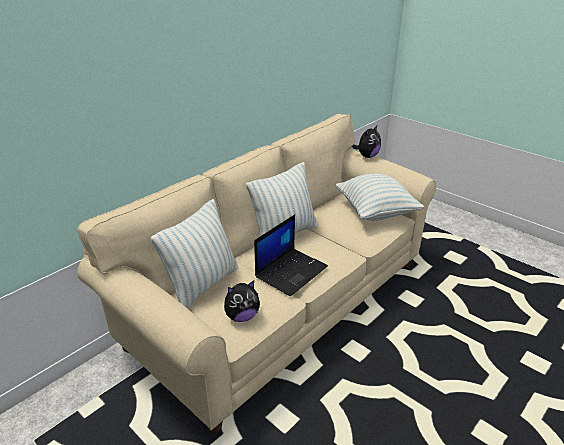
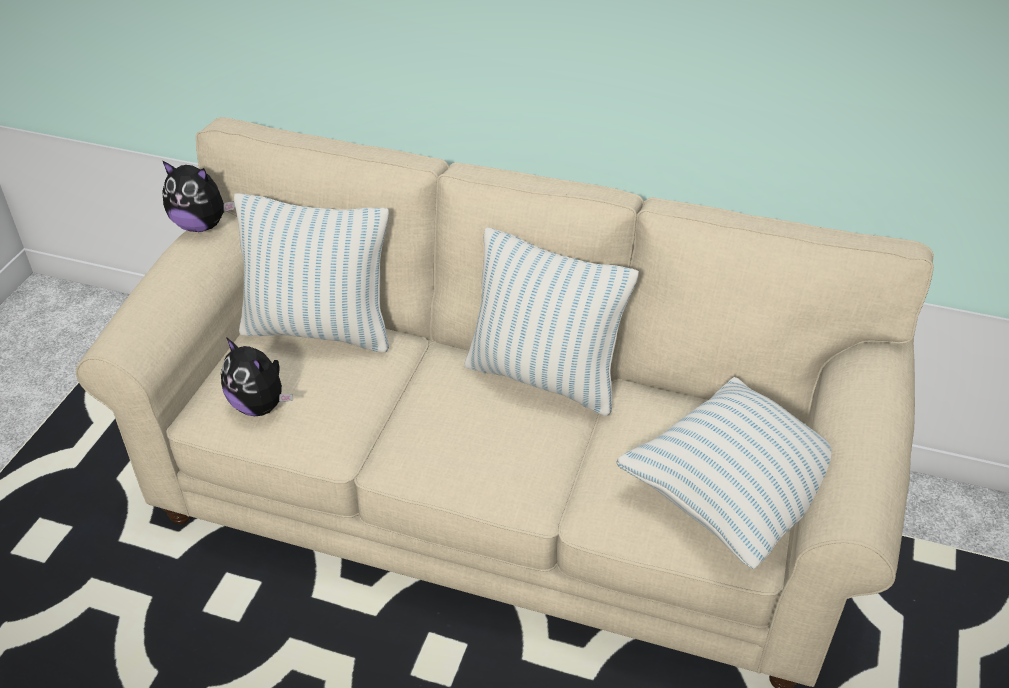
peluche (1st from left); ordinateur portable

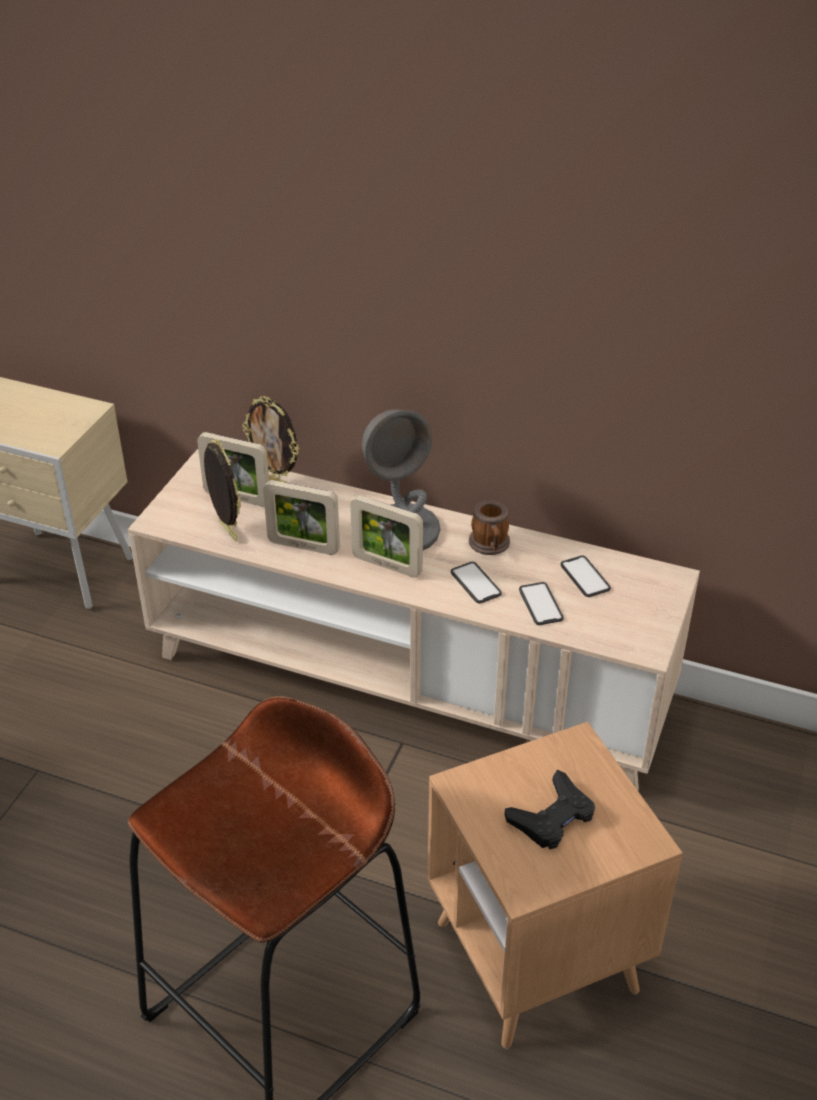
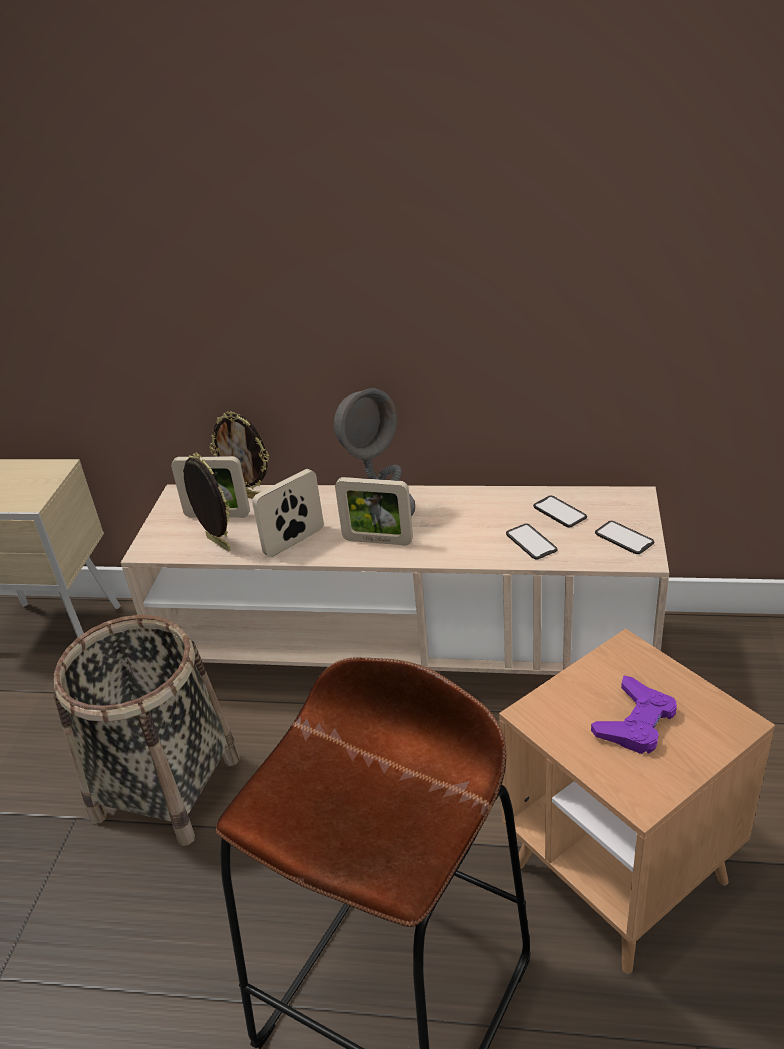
cadre photo (4th from left); mug; téléphone (3rd from left); manette/violet; panier

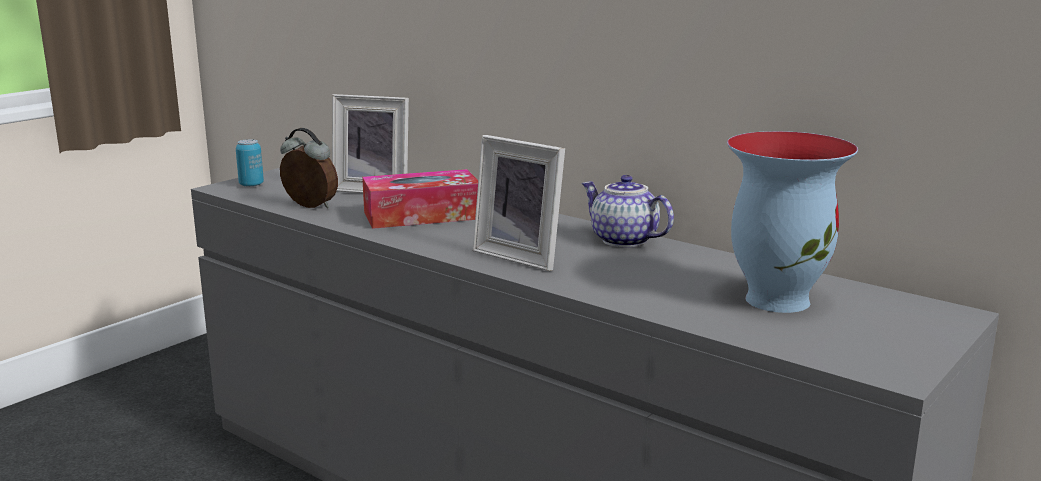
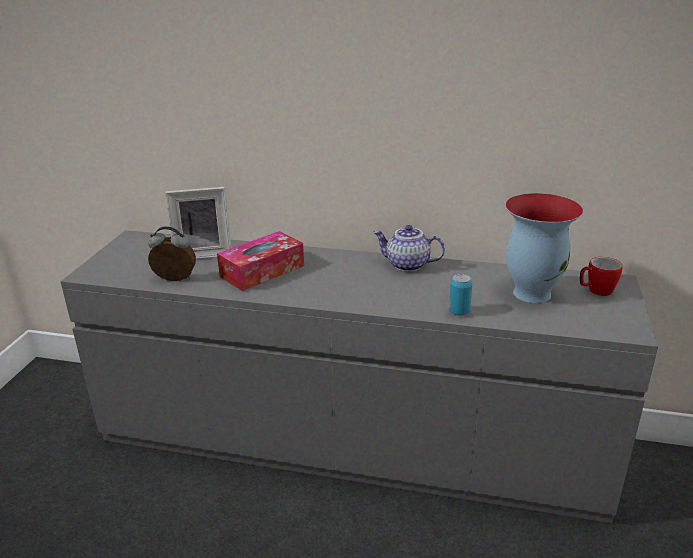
cadre photo (2nd from left in the first image); boîte métallique; mug

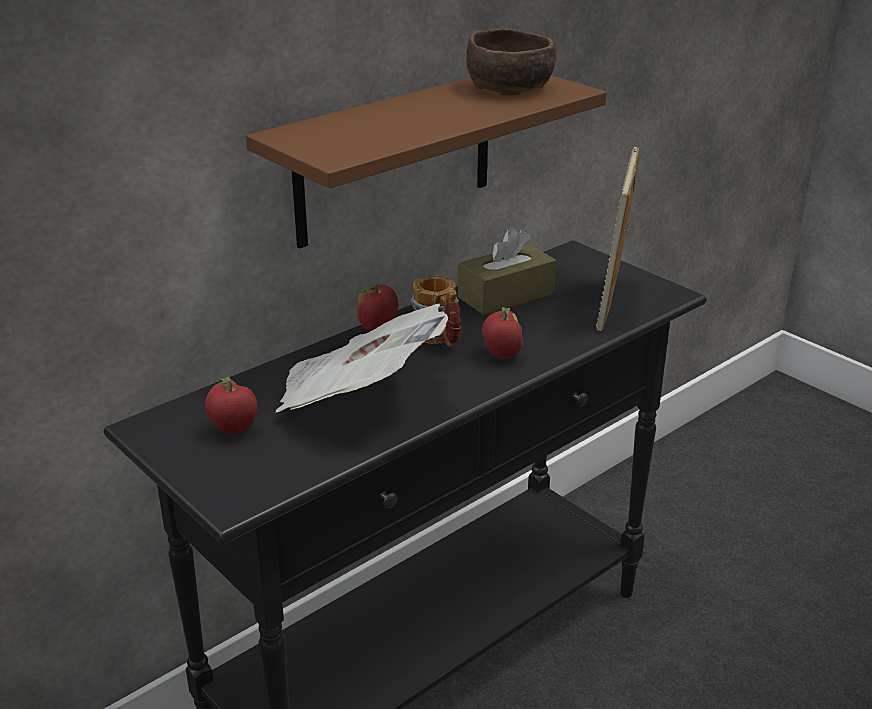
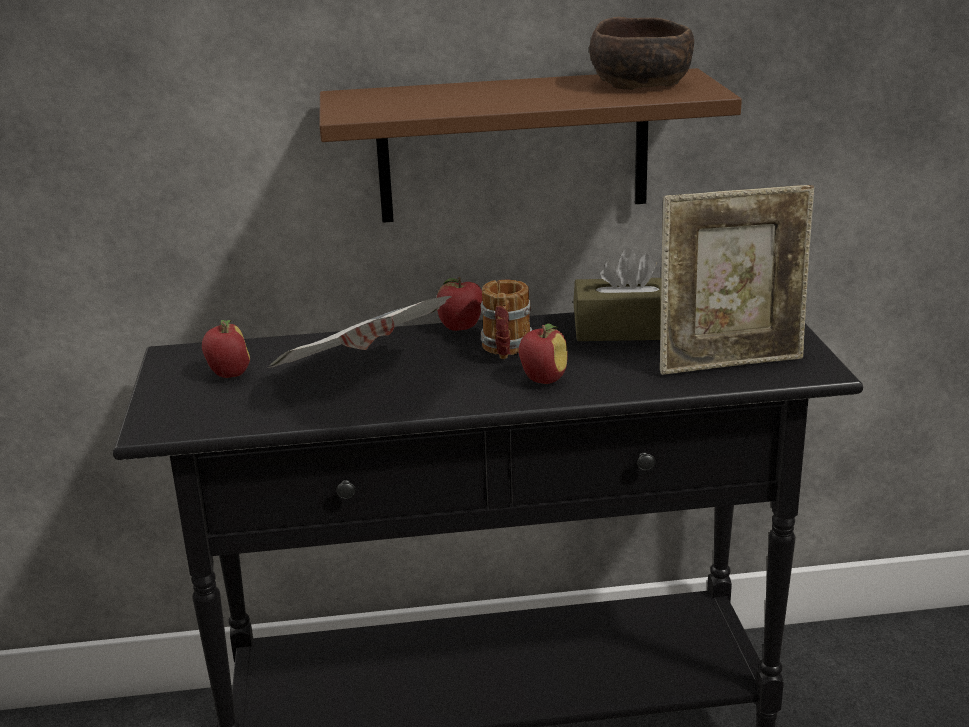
cadre photo

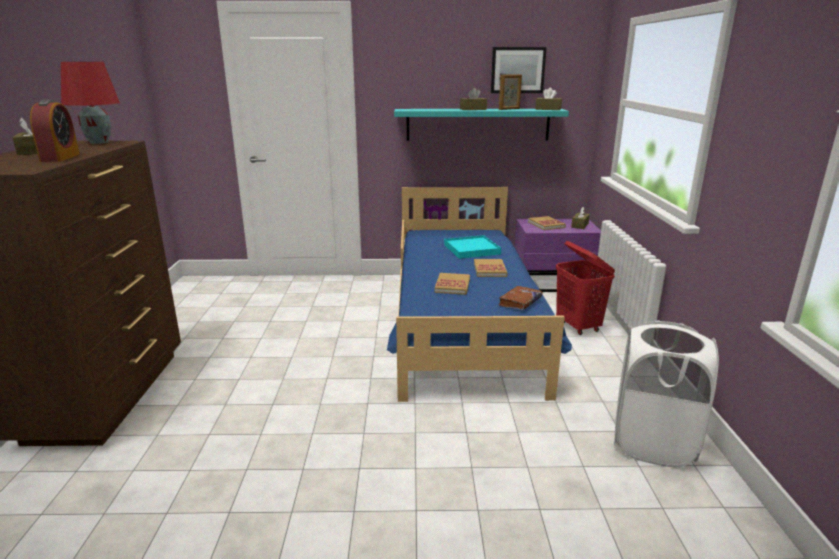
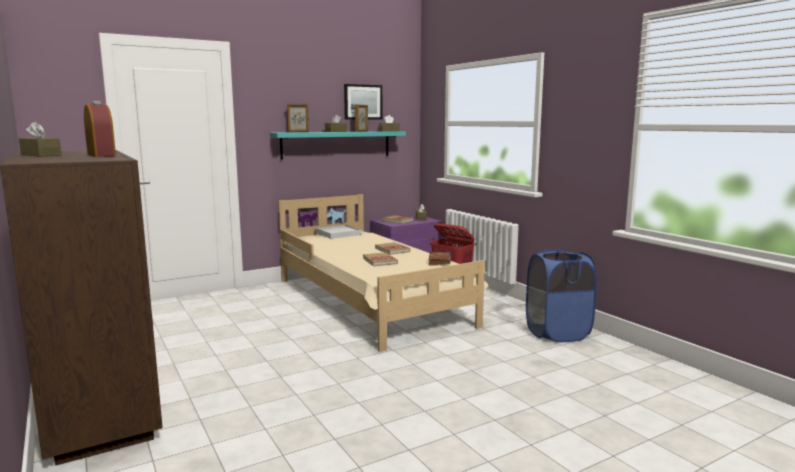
lampe de table/rouge; lit/beige; plateau/turquoise; panier à linge/bleu; cadre photo (1st from left); plateau/blanc

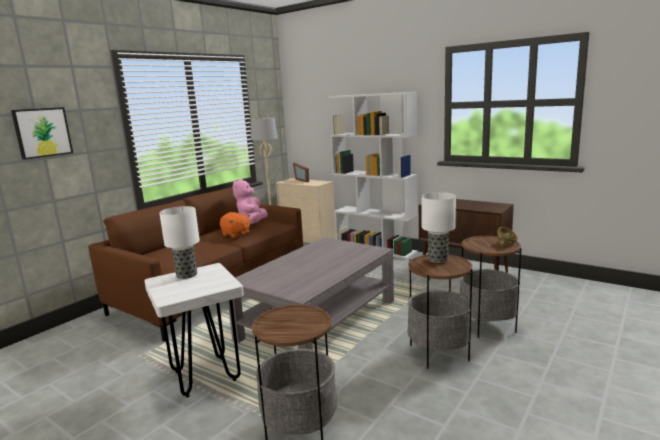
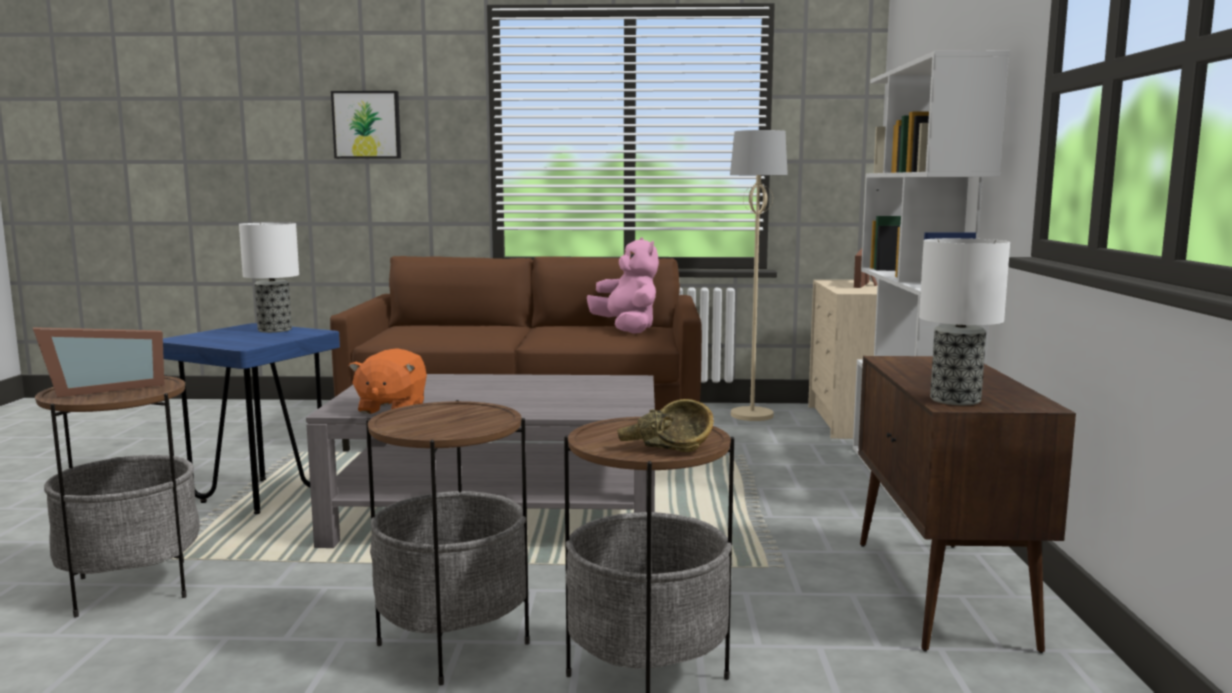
peluche/rose; lampe de table (2nd from left); peluche/orange; tabouret/bleu; cadre photo (1st from left)

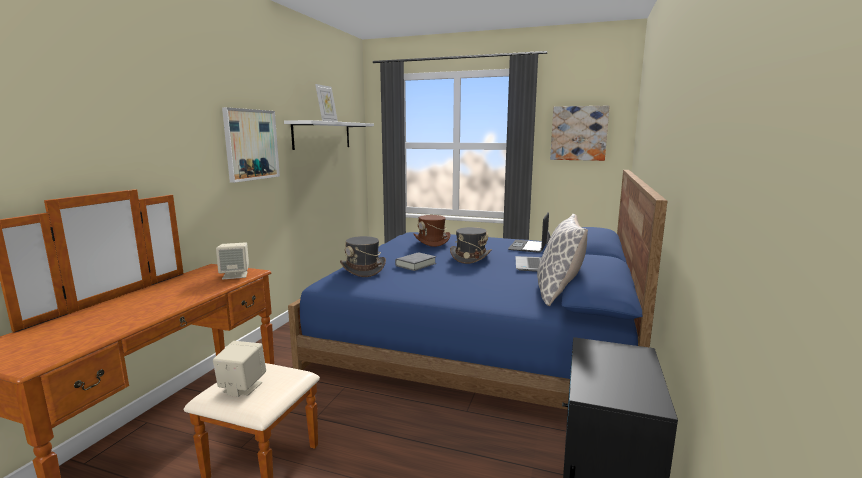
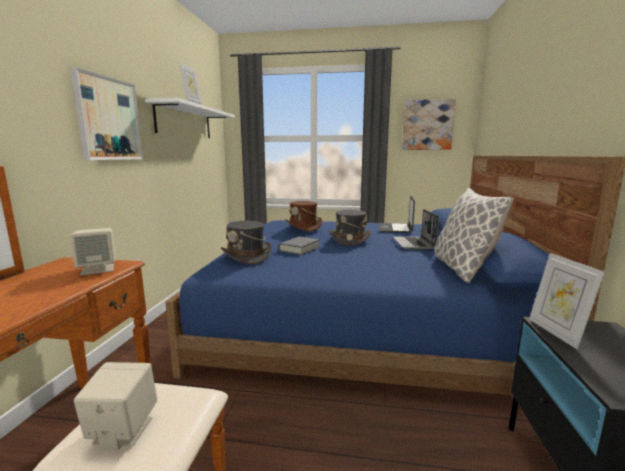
cadre photo (2nd from left)

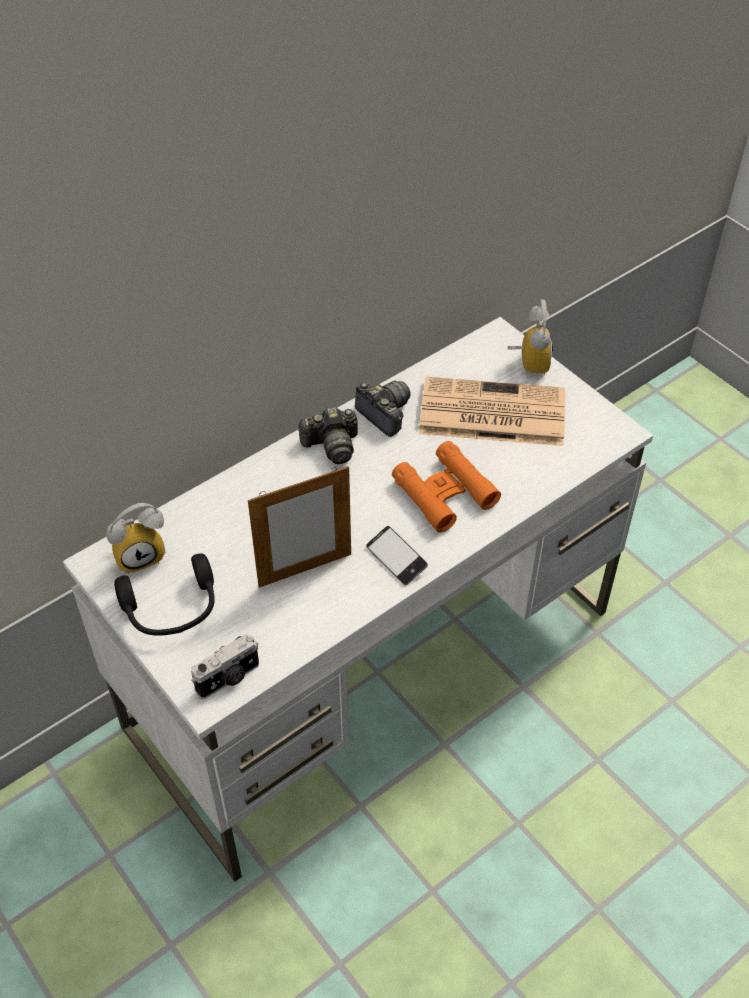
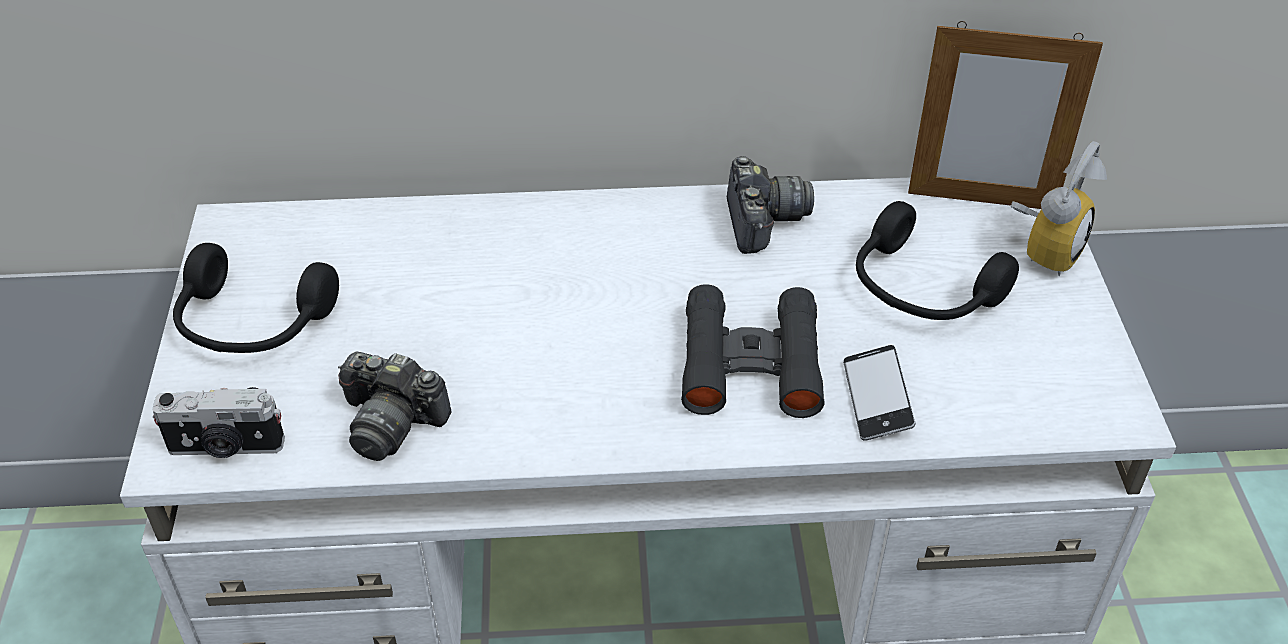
casque audio/noir (2nd from left); appareil photo (2nd from left); jumelles/noir; cadre photo; réveil (1st from left in the first image); téléphone

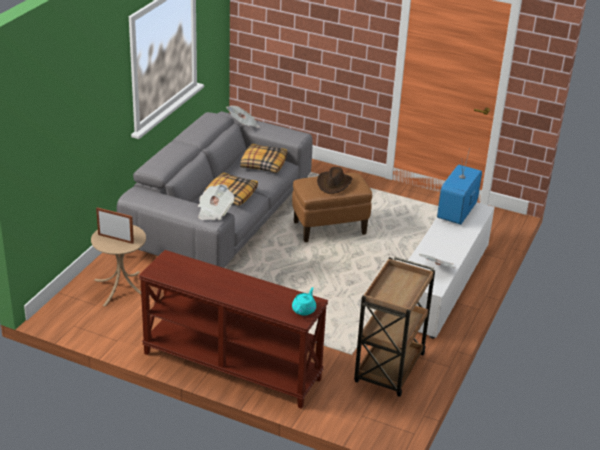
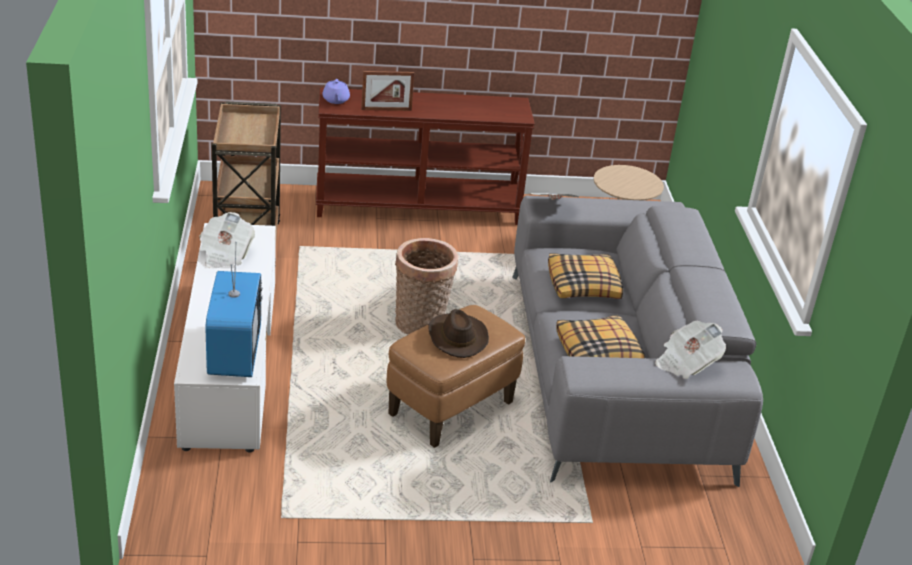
cadre photo; théière/violet; panier

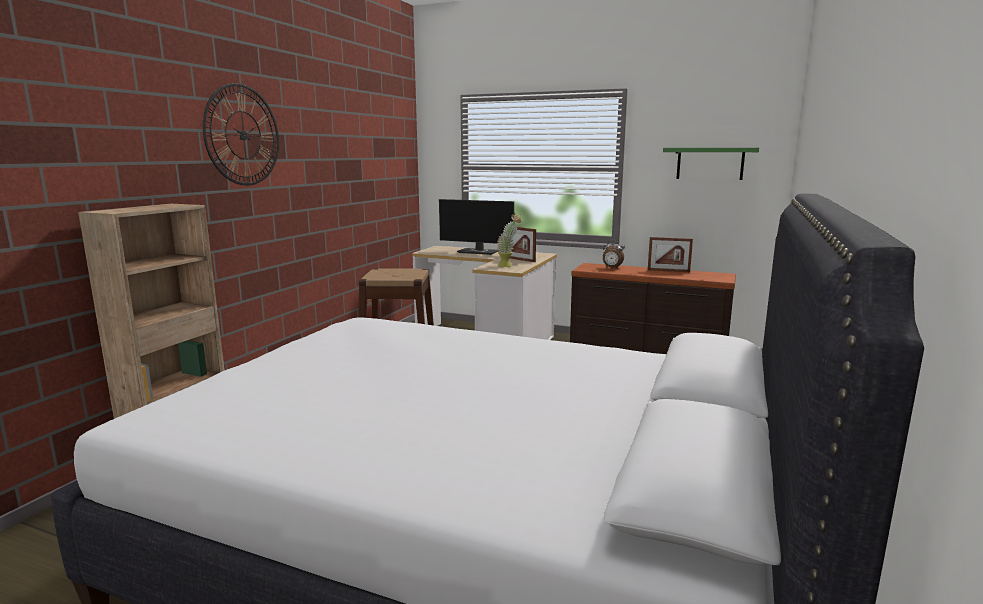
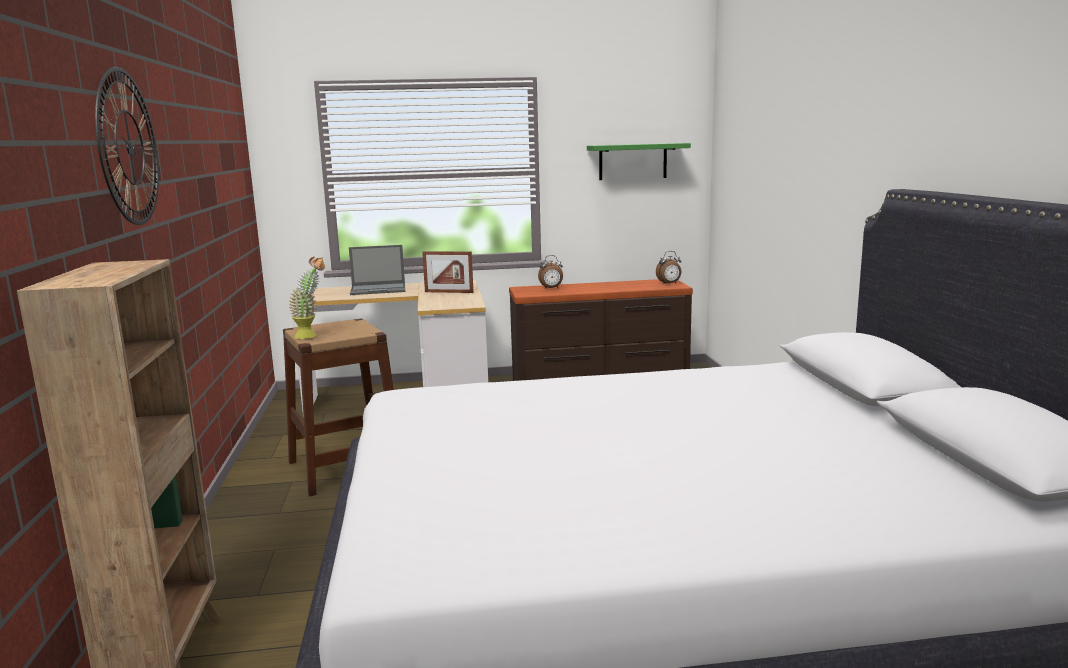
ordinateur portable; plante en pot; cadre photo (2nd from left in the first image); réveil (2nd from left)

